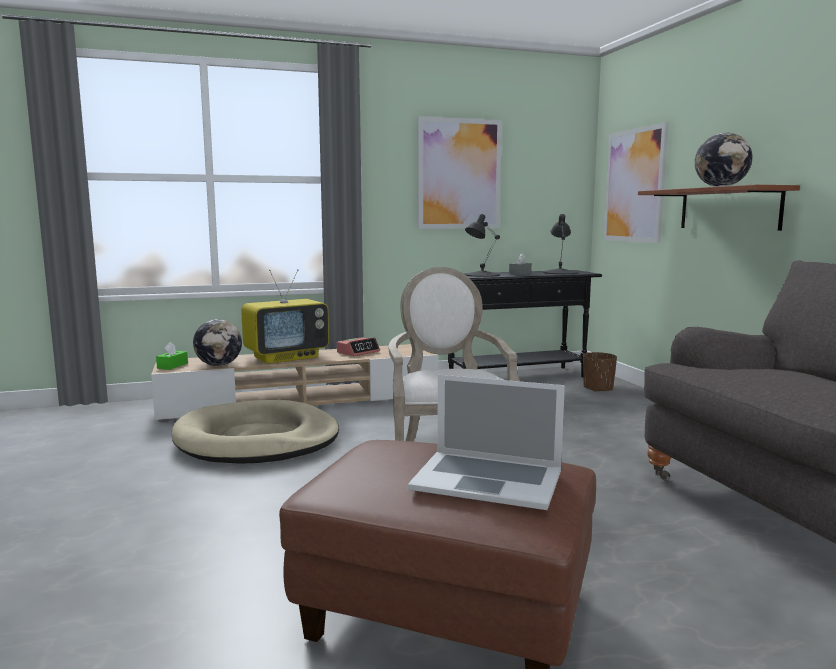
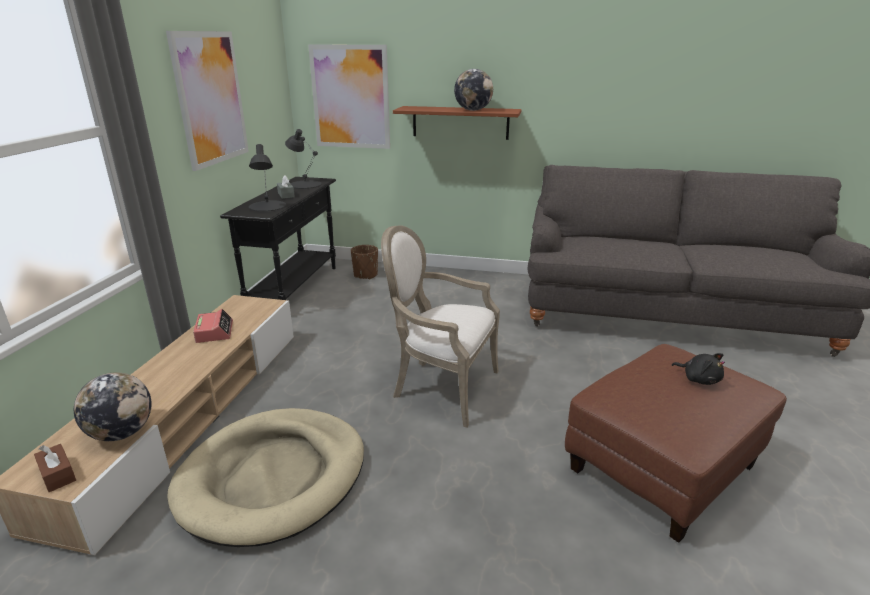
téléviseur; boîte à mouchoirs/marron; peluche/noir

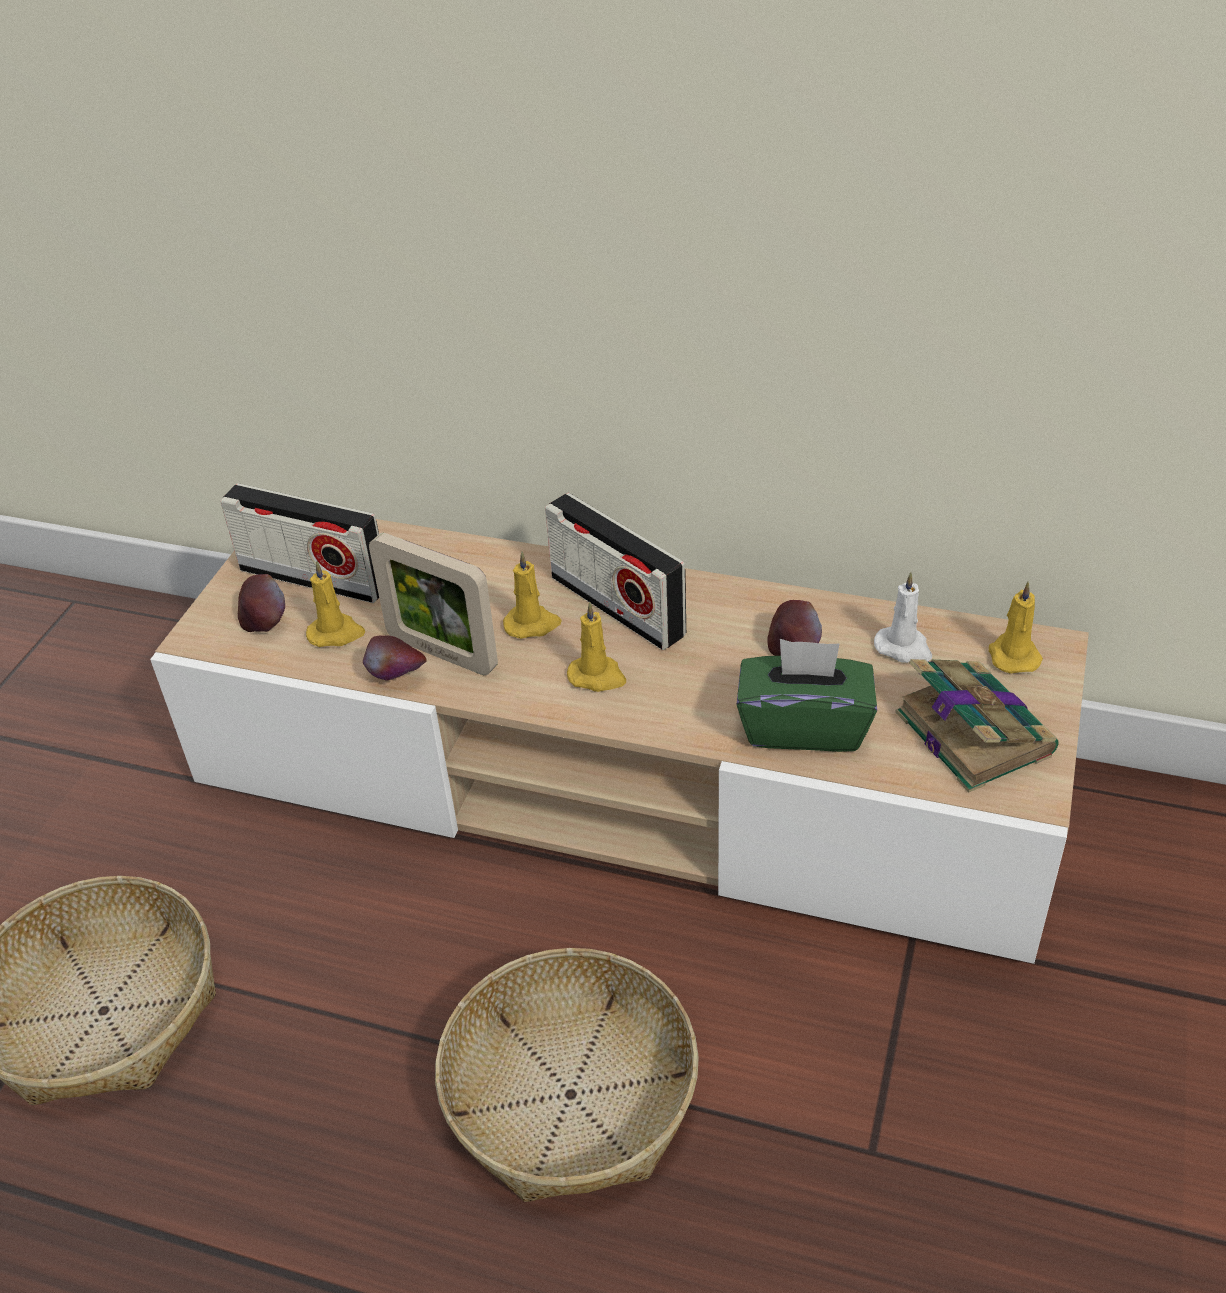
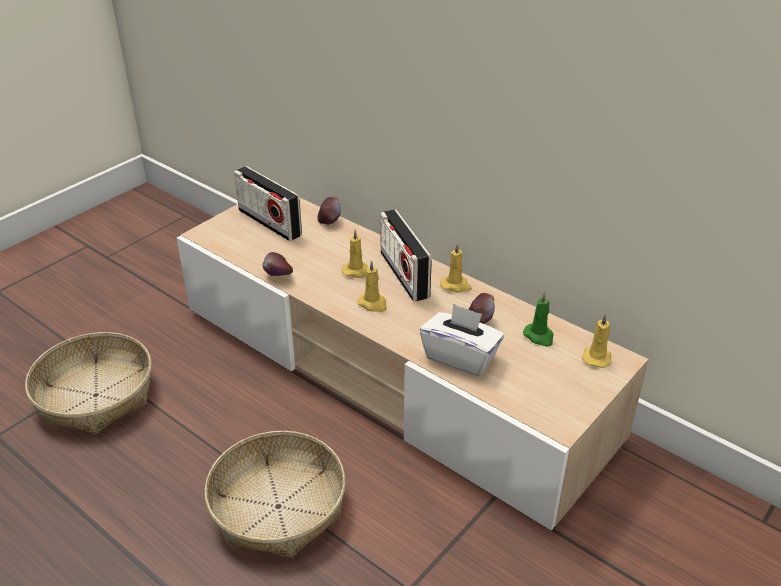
cadre photo; bougie/jaune (3rd from left); bougie/vert; pomme (2nd from left); boîte à mouchoirs/blanc; livre

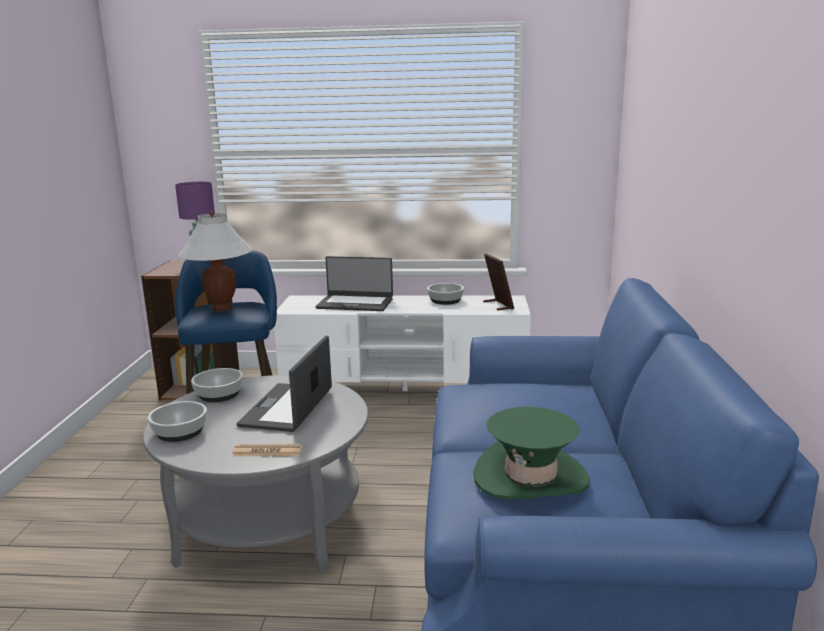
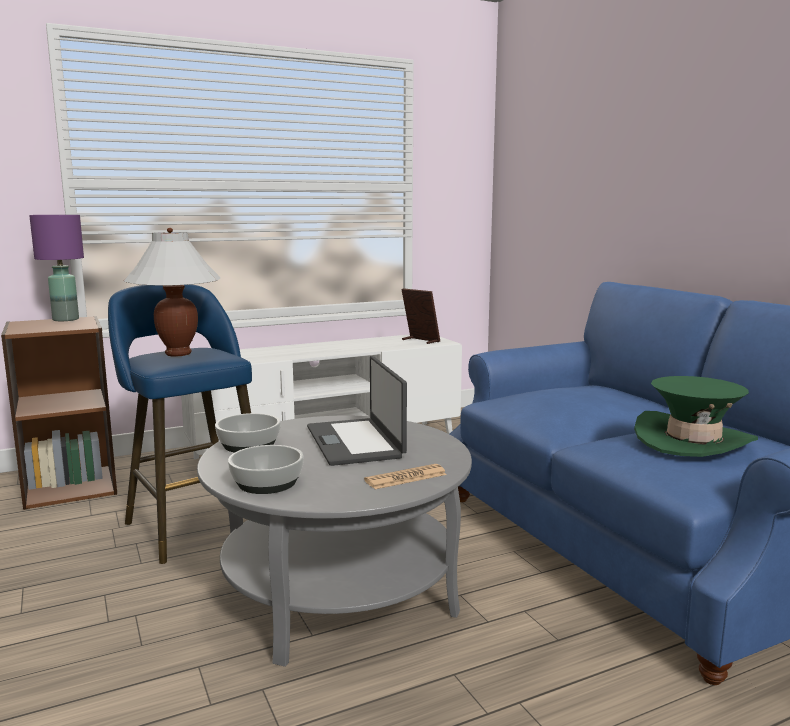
ordinateur portable (2nd from left in the first image); bol (3rd from left in the first image)

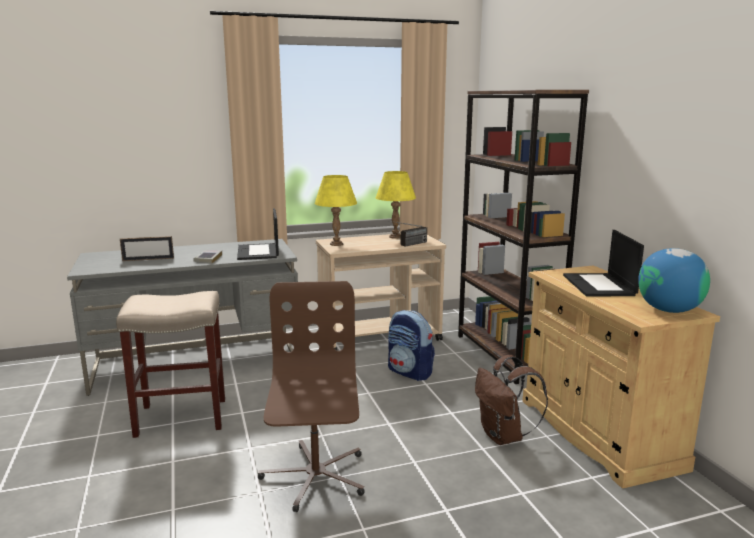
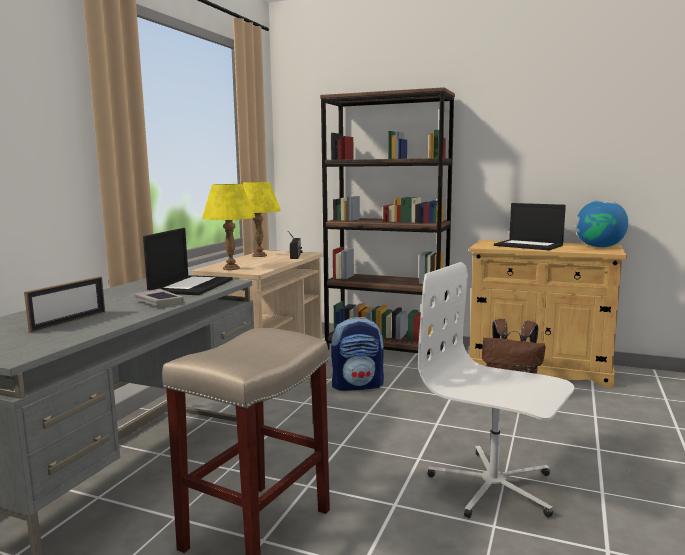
ordinateur portable (1st from left); chaise de bureau/blanc

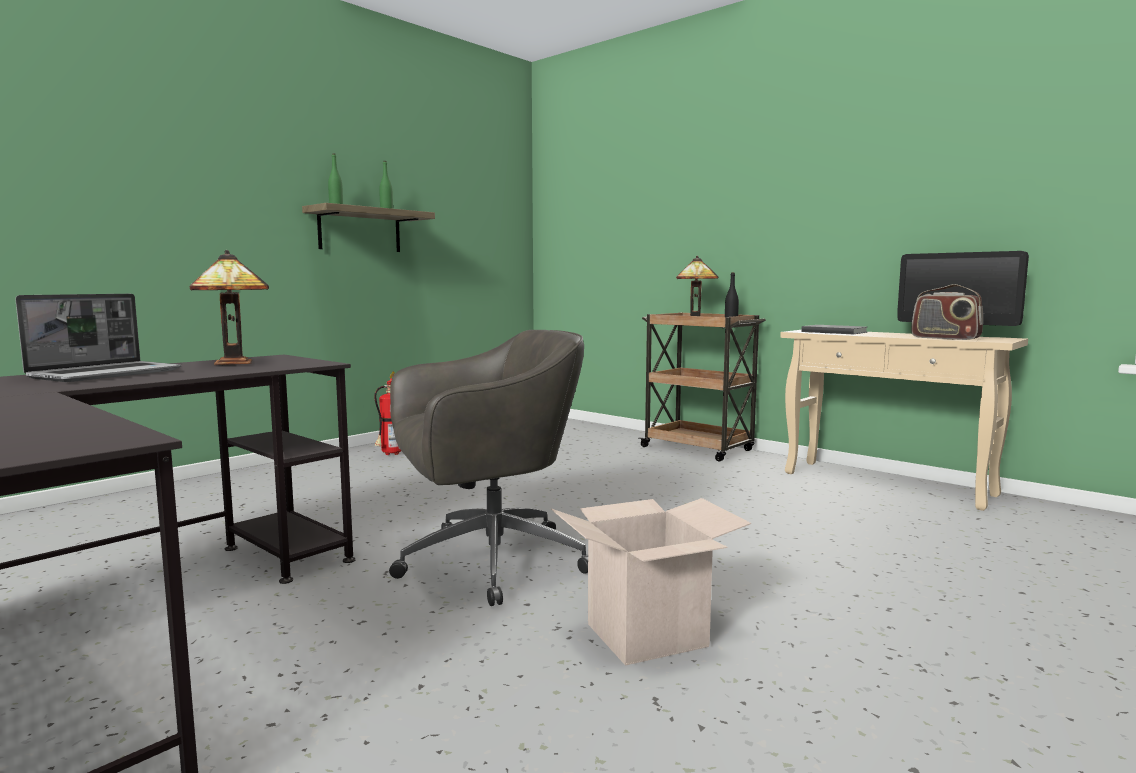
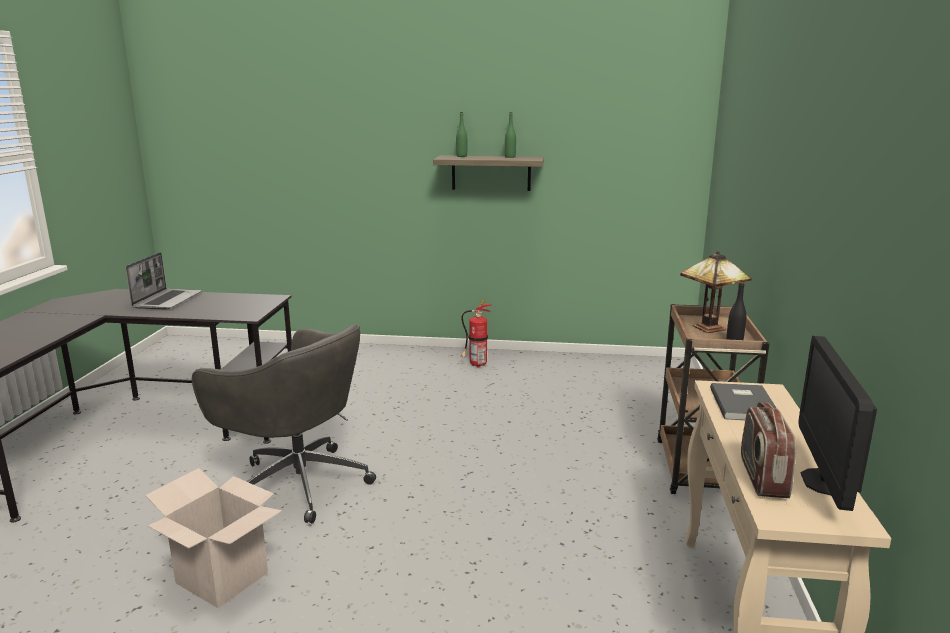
lampe de table (1st from left in the first image); ordinateur portable

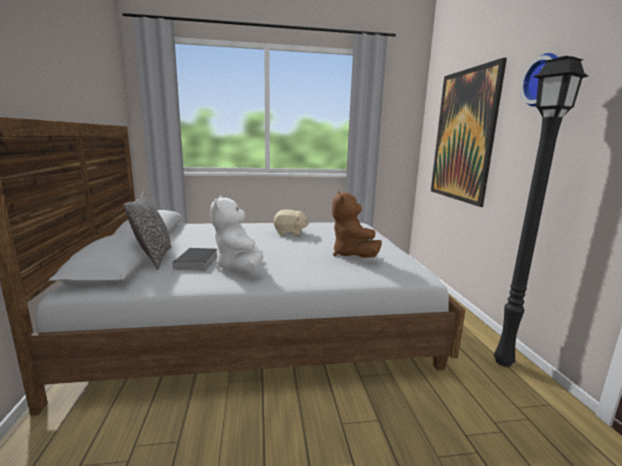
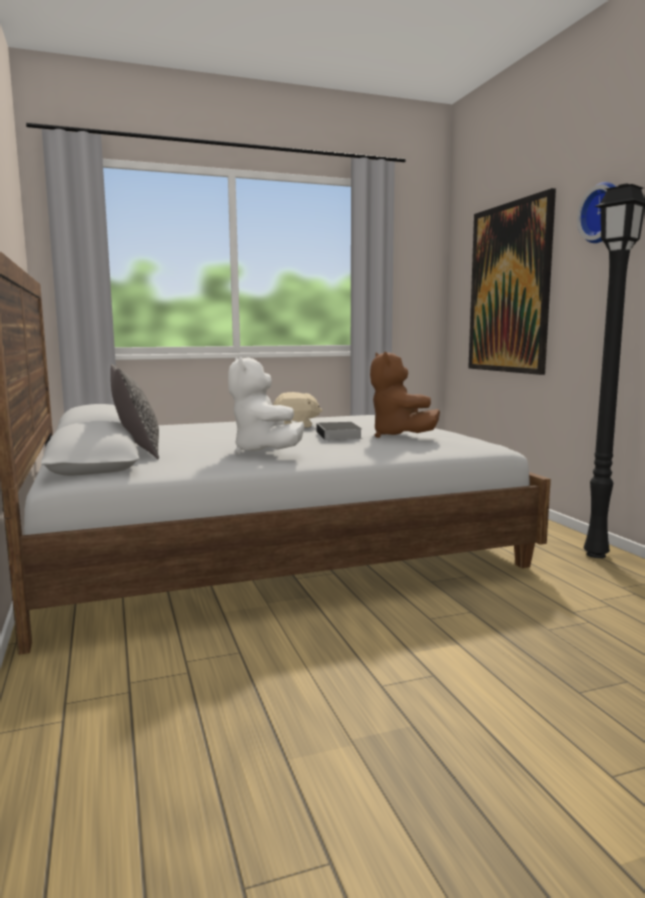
livre

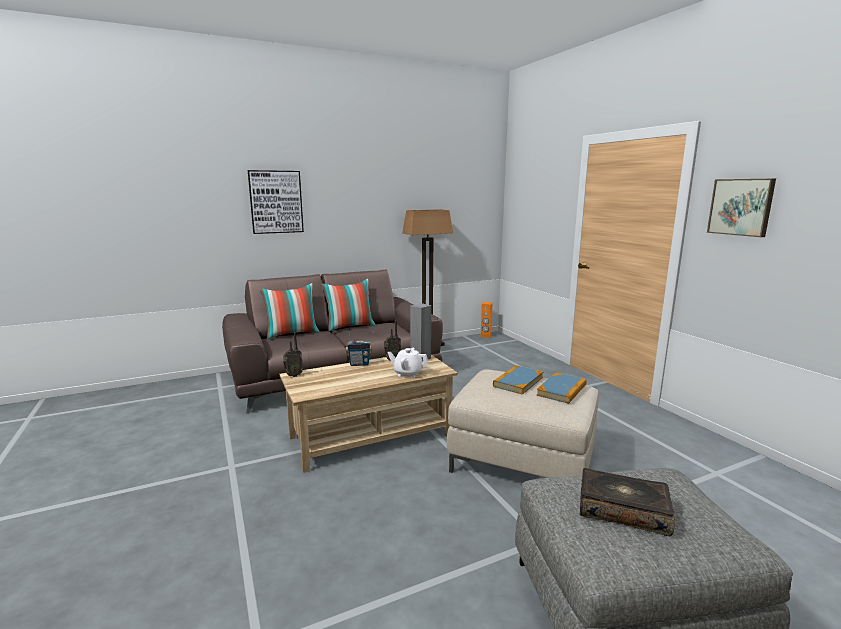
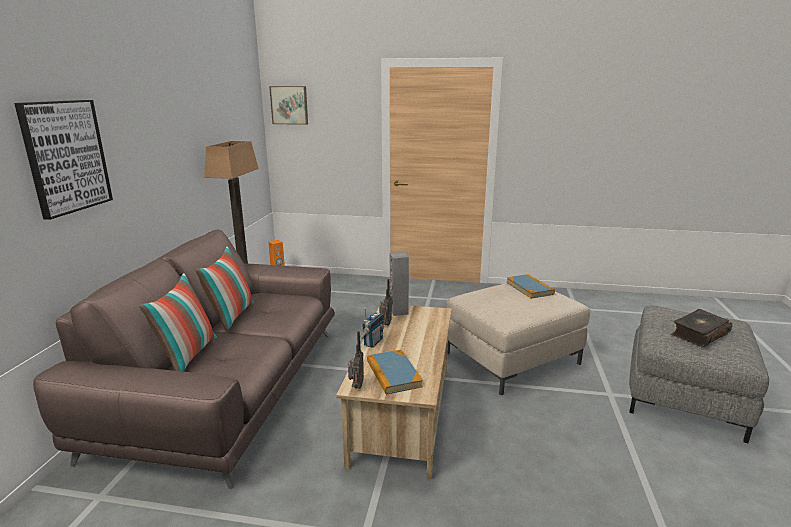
tableau (2nd from left); théière/blanc; livre (1st from left)

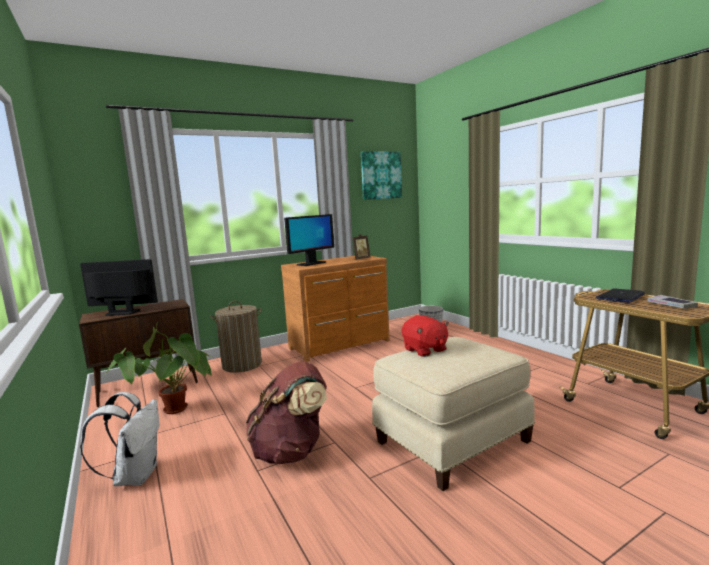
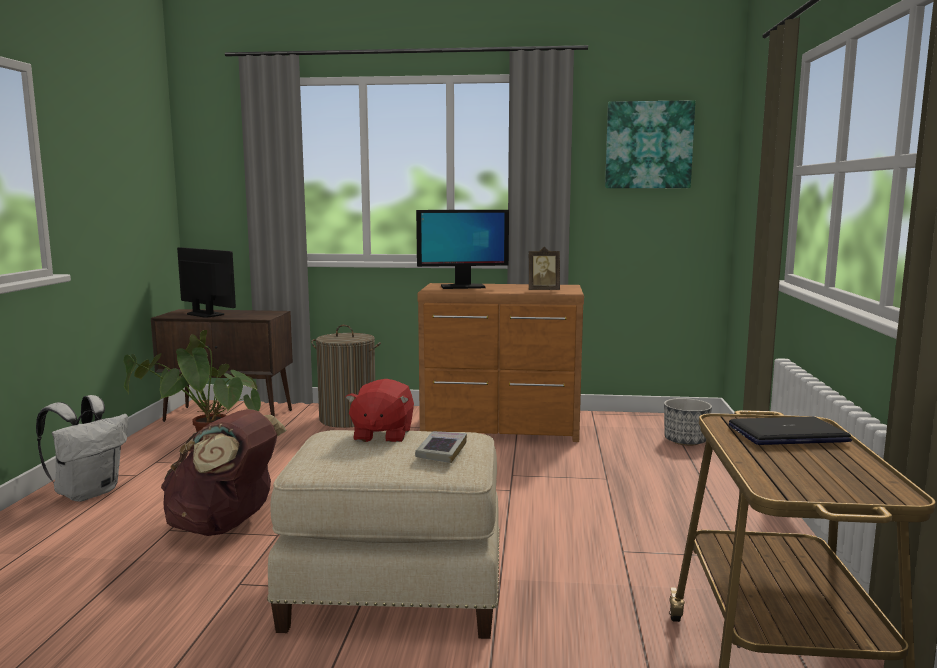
livre

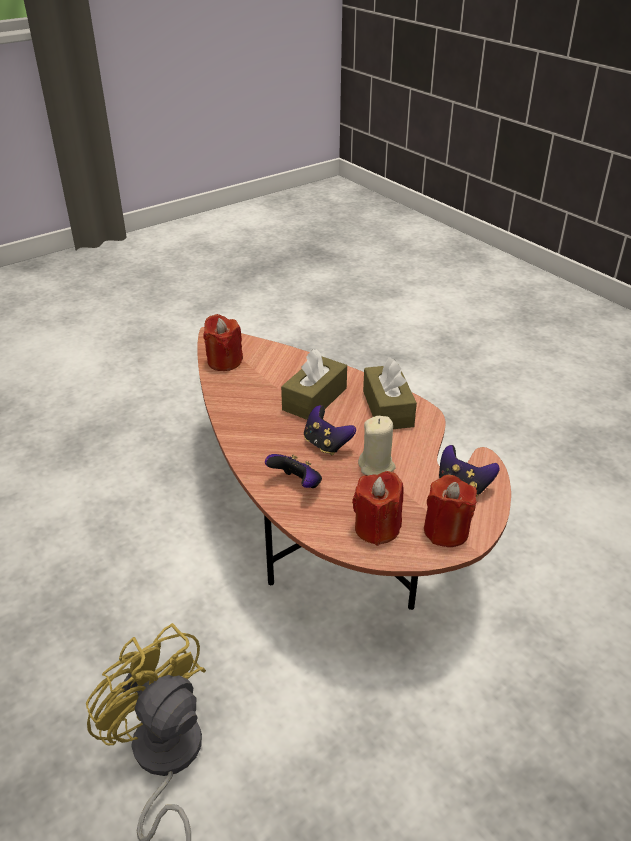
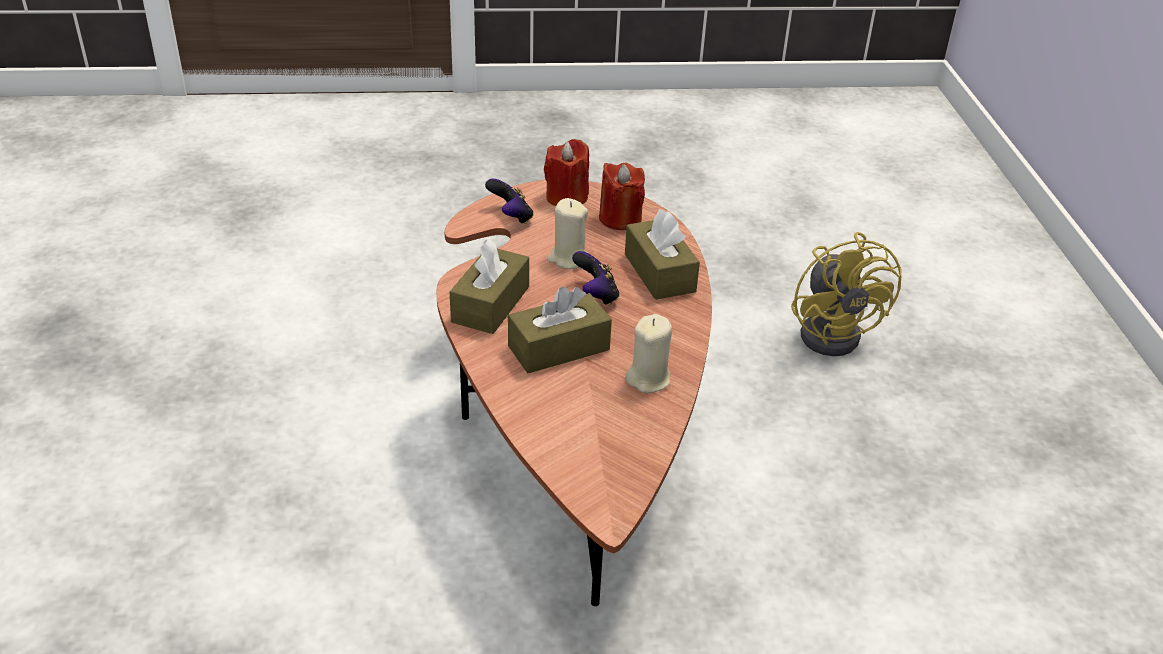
bougie/rouge (1st from left in the first image); boîte à mouchoirs/marron (3rd from left); bougie/beige (2nd from left)

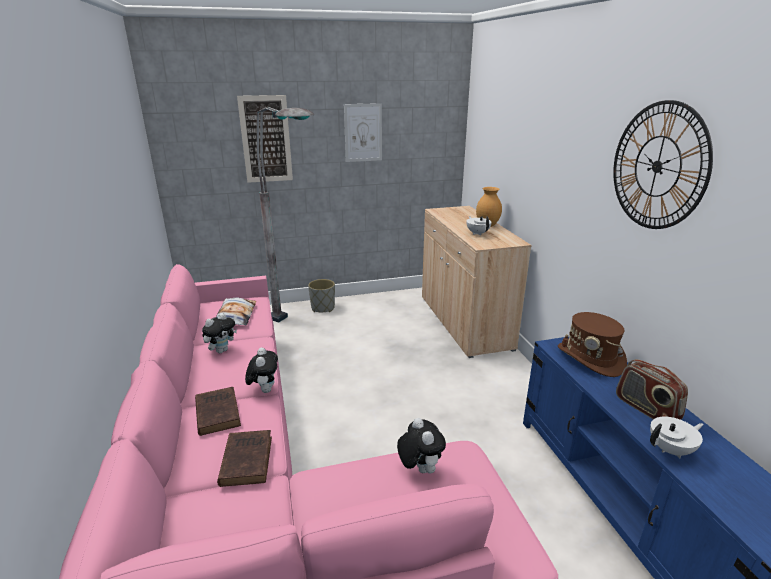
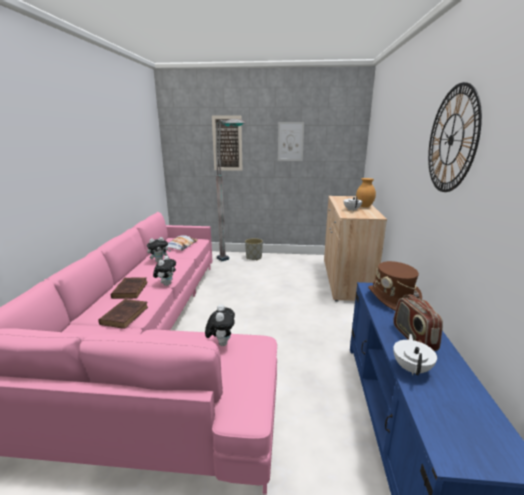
théière/blanc (2nd from left)

